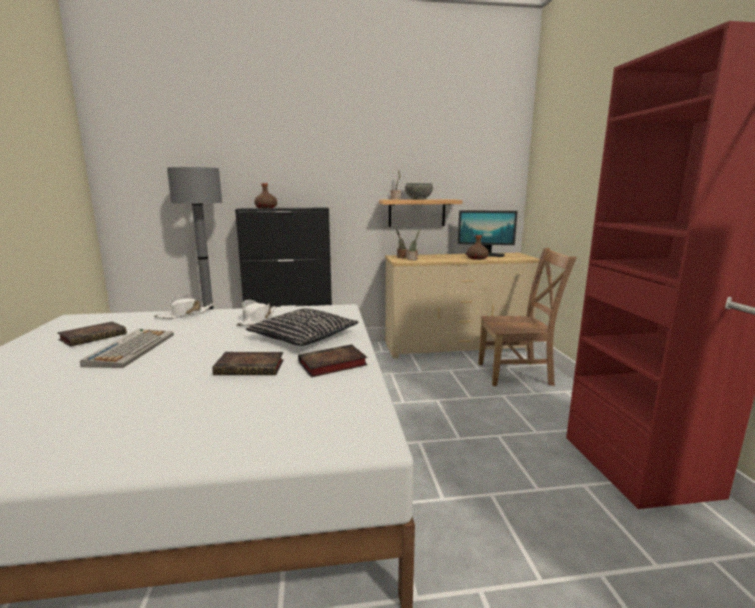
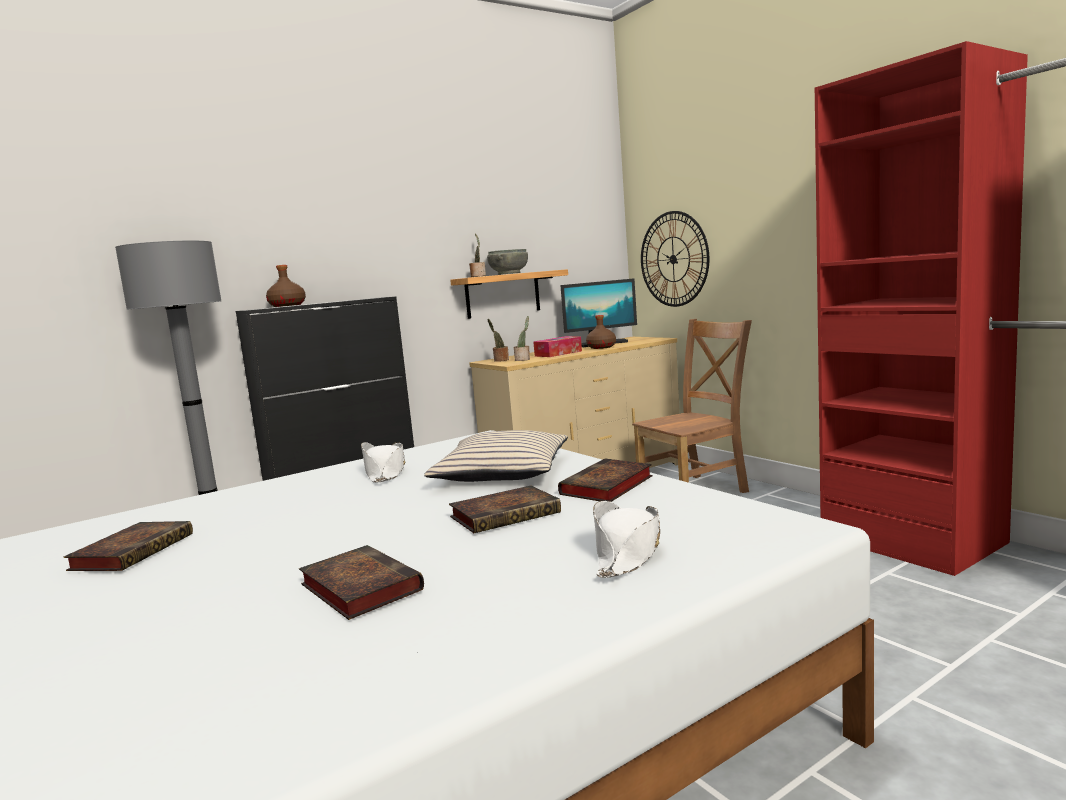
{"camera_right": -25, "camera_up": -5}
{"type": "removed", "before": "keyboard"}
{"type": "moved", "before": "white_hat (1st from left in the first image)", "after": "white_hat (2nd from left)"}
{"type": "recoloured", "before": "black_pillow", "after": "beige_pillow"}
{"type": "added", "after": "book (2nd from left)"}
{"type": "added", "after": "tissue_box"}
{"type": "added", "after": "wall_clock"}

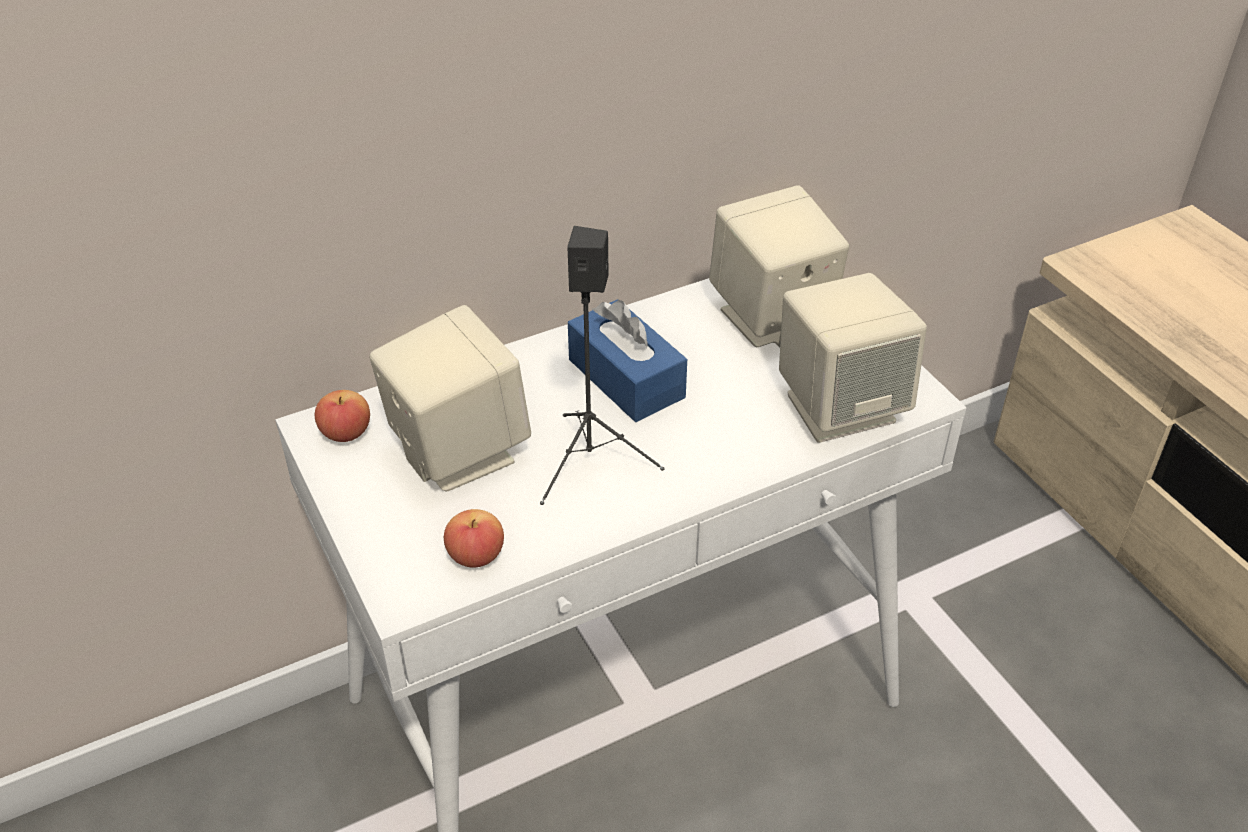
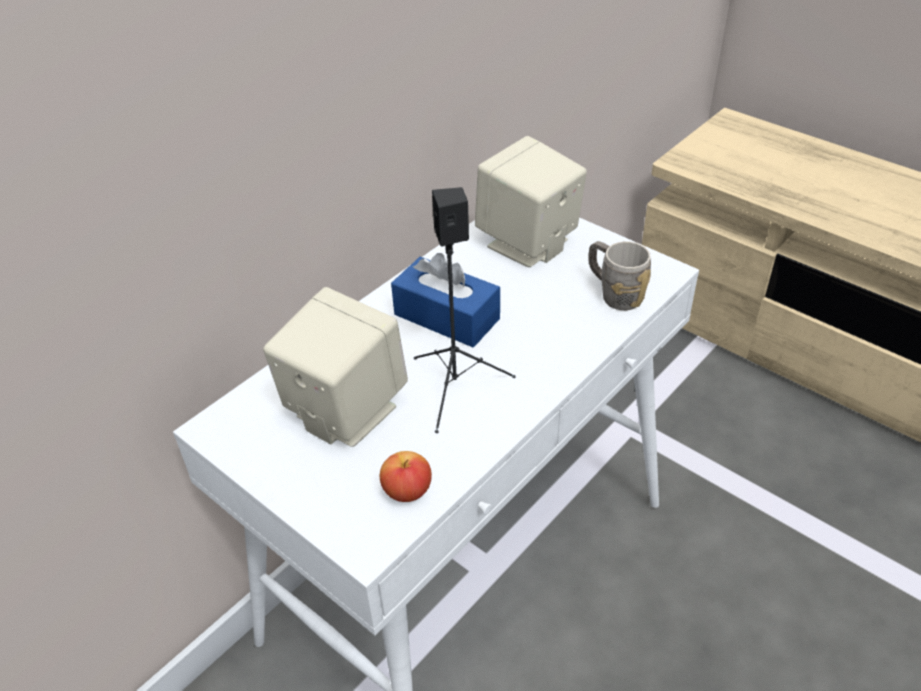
{"camera_right": -20, "camera_up": 0}
{"type": "removed", "before": "apple (1st from left)"}
{"type": "replaced", "before": "beige_speaker (3rd from left)", "after": "grey_mug"}

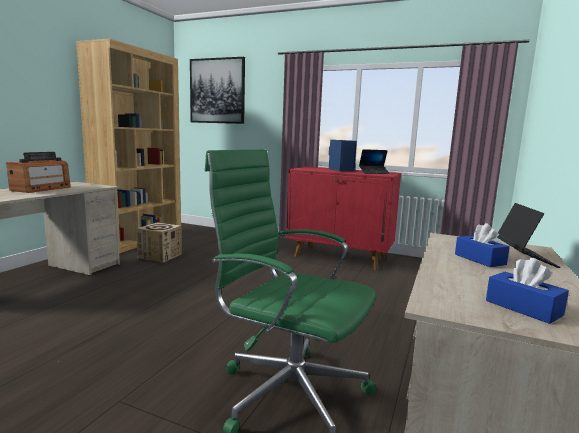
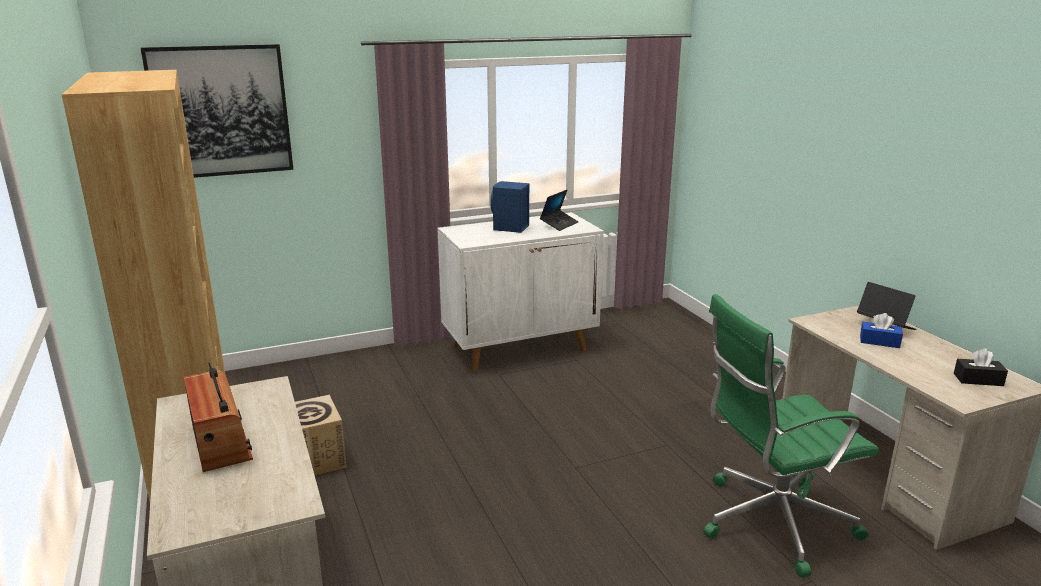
{"camera_right": -45, "camera_up": 10}
{"type": "recoloured", "before": "red_cabinet", "after": "white_cabinet"}
{"type": "recoloured", "before": "blue_tissue_box (2nd from left)", "after": "black_tissue_box"}

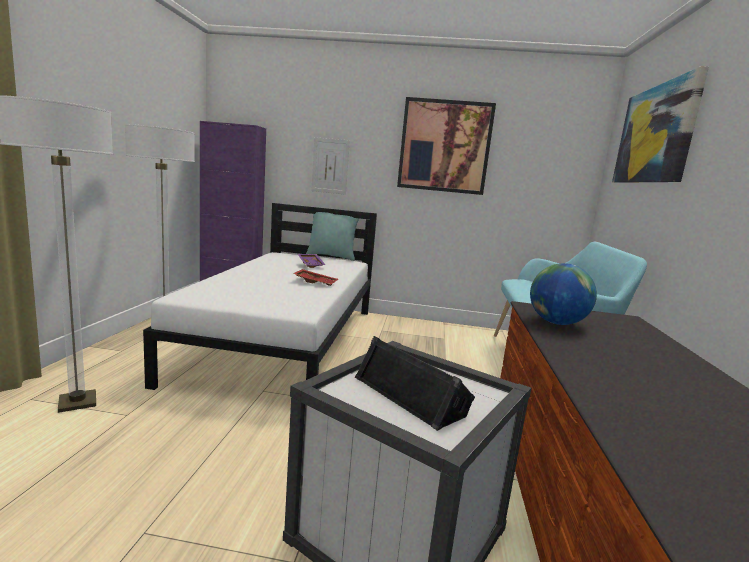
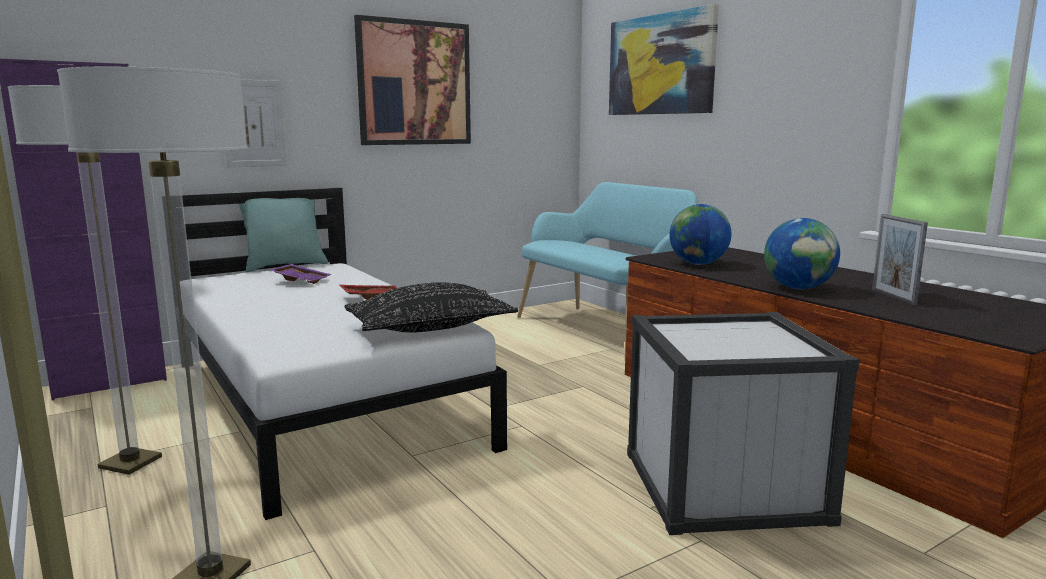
{"camera_right": -40, "camera_up": 0}
{"type": "removed", "before": "black_speaker"}
{"type": "added", "after": "black_pillow"}
{"type": "added", "after": "globe (2nd from left)"}
{"type": "added", "after": "picture_frame"}

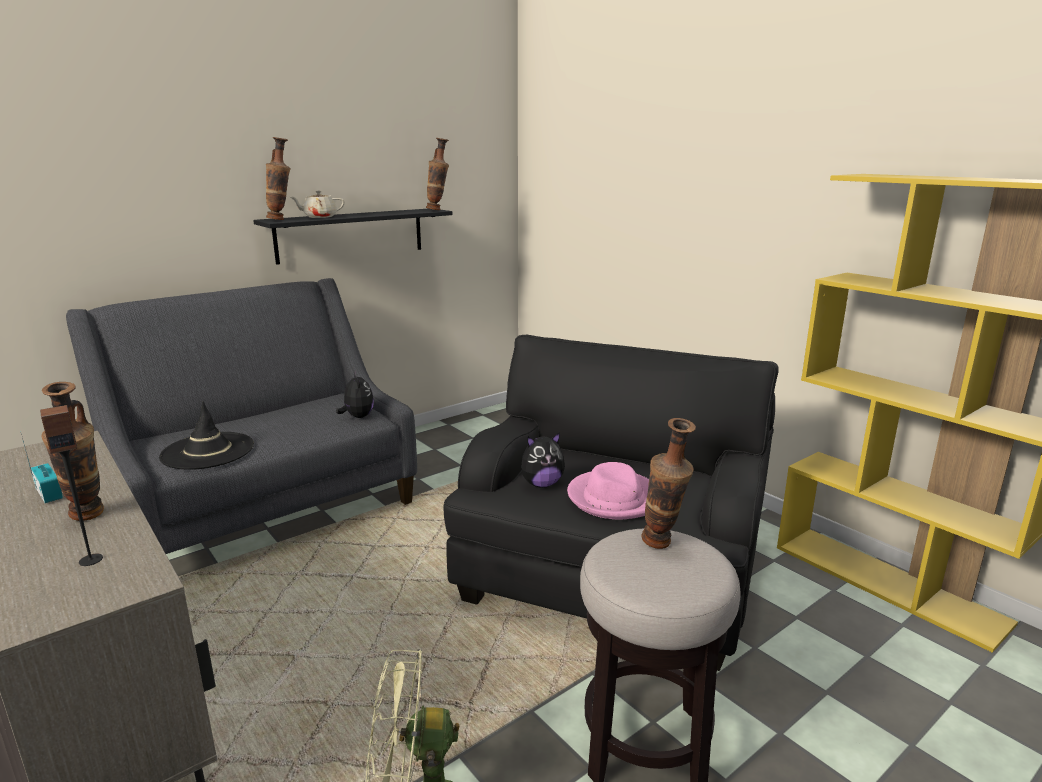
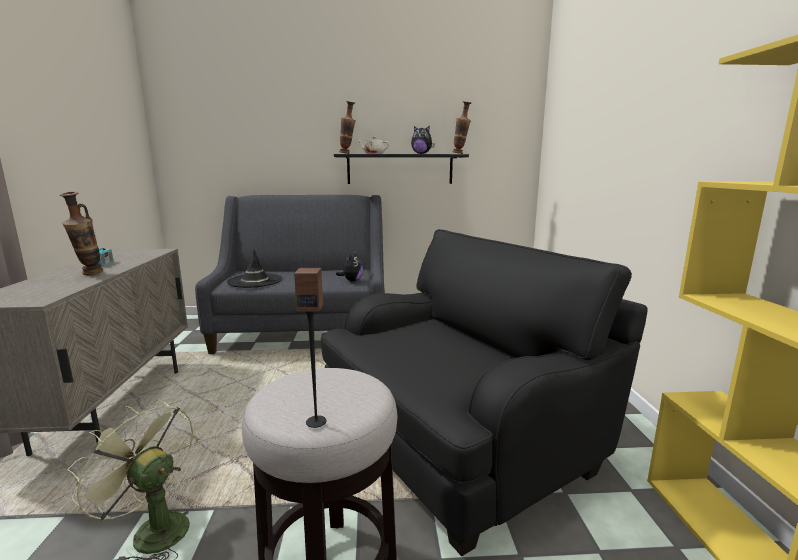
{"camera_right": 35, "camera_up": -5}
{"type": "moved", "before": "speaker"}
{"type": "moved", "before": "plush_toy (2nd from left)"}
{"type": "removed", "before": "pink_hat"}
{"type": "removed", "before": "vase (4th from left)"}

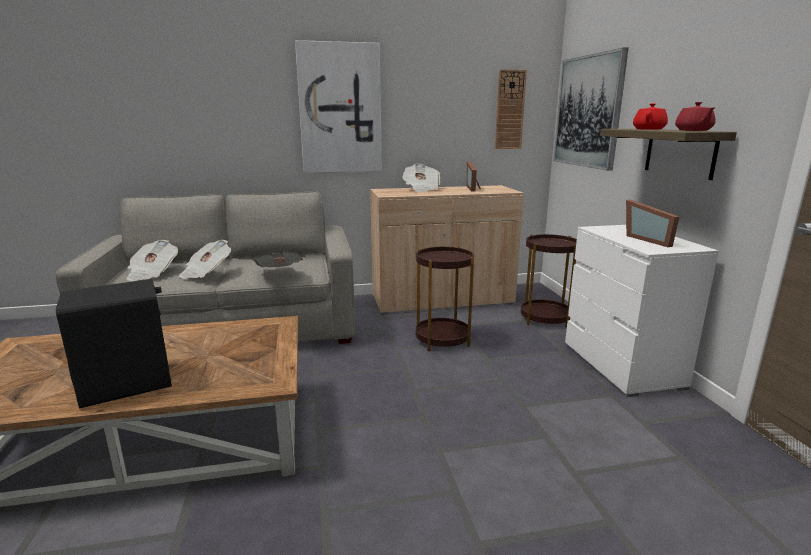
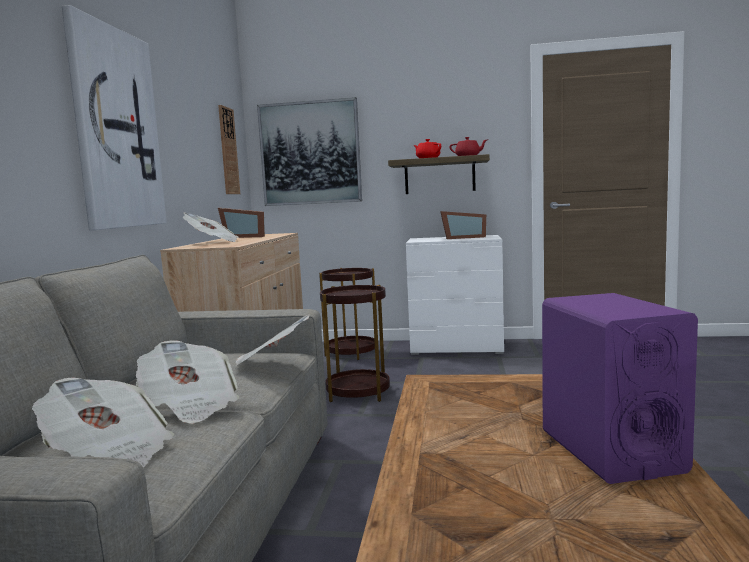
{"camera_right": -70, "camera_up": -10}
{"type": "recoloured", "before": "black_speaker", "after": "purple_speaker"}

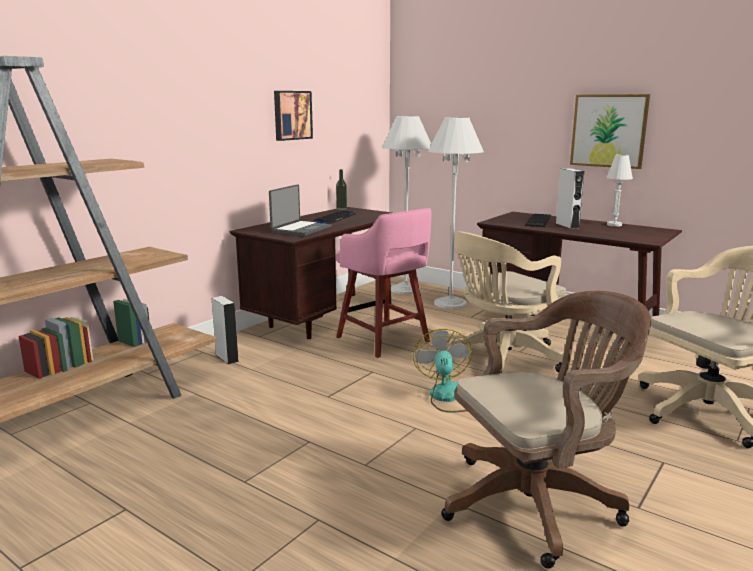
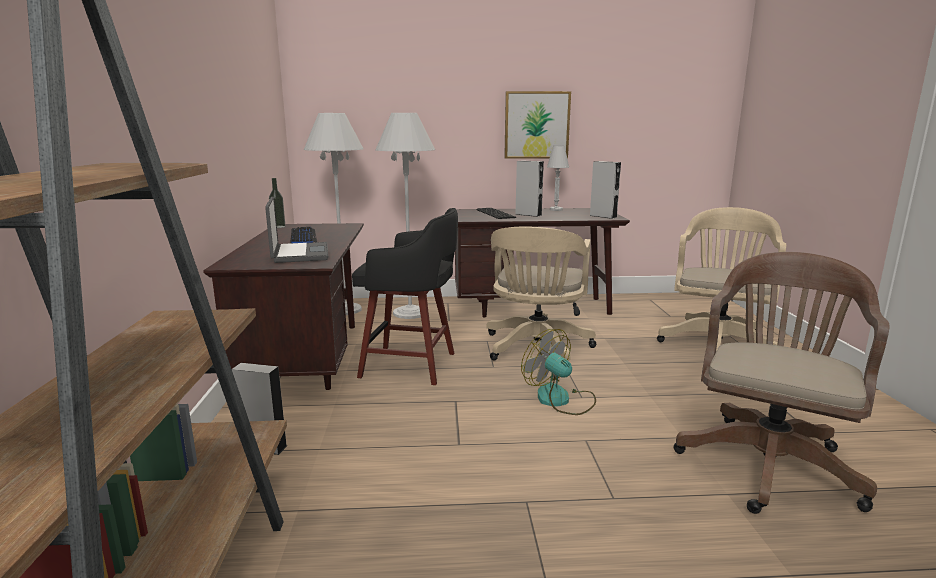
{"camera_right": -40, "camera_up": 0}
{"type": "removed", "before": "picture (1st from left)"}
{"type": "recoloured", "before": "pink_stool", "after": "black_stool"}
{"type": "added", "after": "grey_speaker (3rd from left)"}

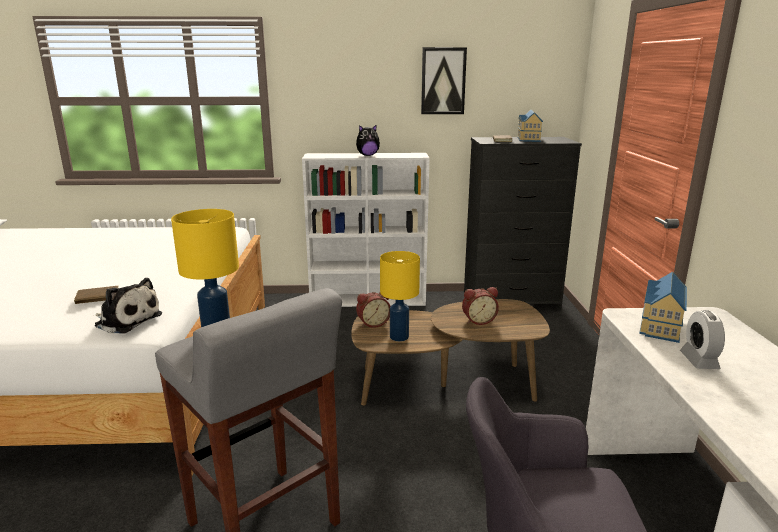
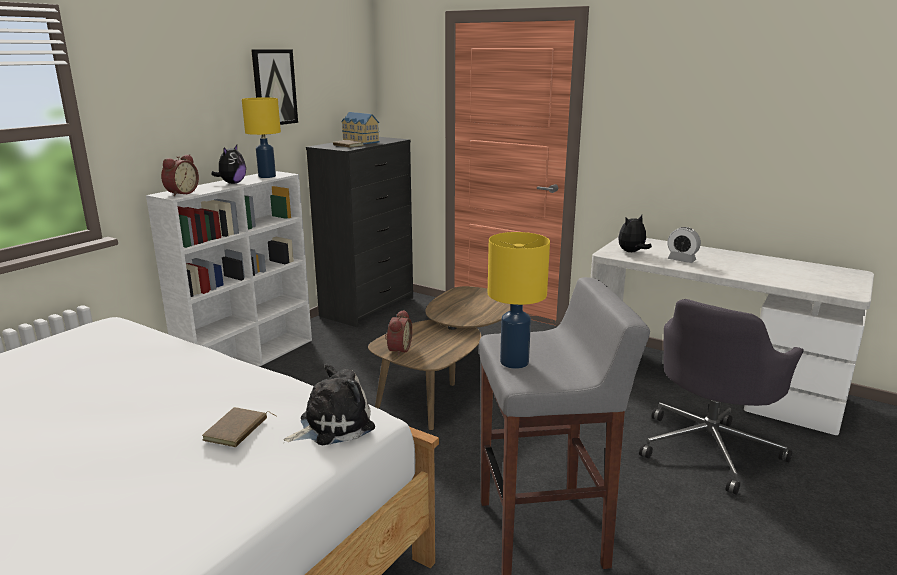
{"camera_right": -55, "camera_up": 0}
{"type": "moved", "before": "yellow_table_lamp (2nd from left in the first image)", "after": "yellow_table_lamp (1st from left)"}
{"type": "moved", "before": "alarm_clock (2nd from left in the first image)", "after": "alarm_clock (1st from left)"}
{"type": "replaced", "before": "toy_house (2nd from left)", "after": "plush_toy (3rd from left)"}

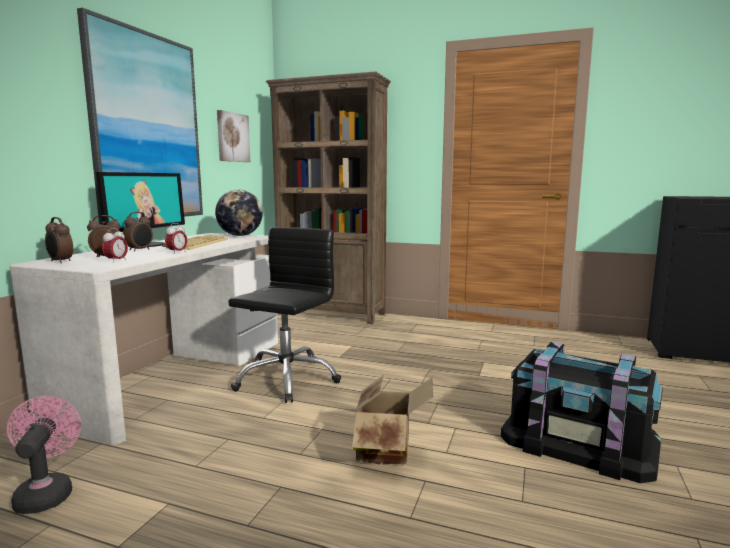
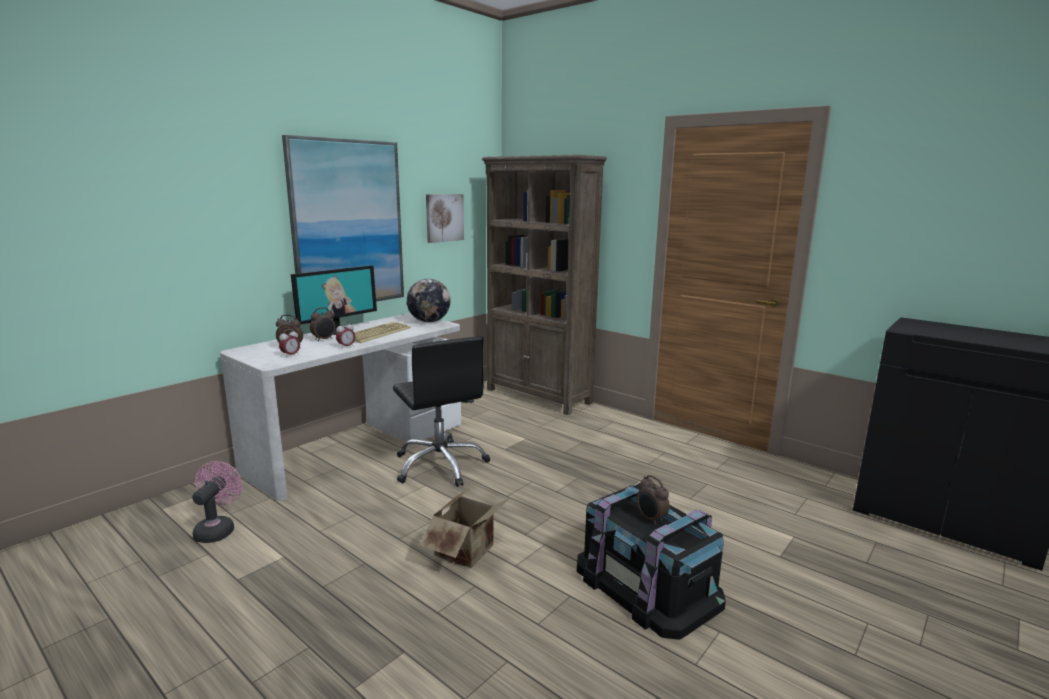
{"camera_right": 20, "camera_up": 5}
{"type": "moved", "before": "alarm_clock (1st from left in the first image)", "after": "alarm_clock (5th from left)"}
{"type": "turned", "before": "black_office_chair", "turn": 105}

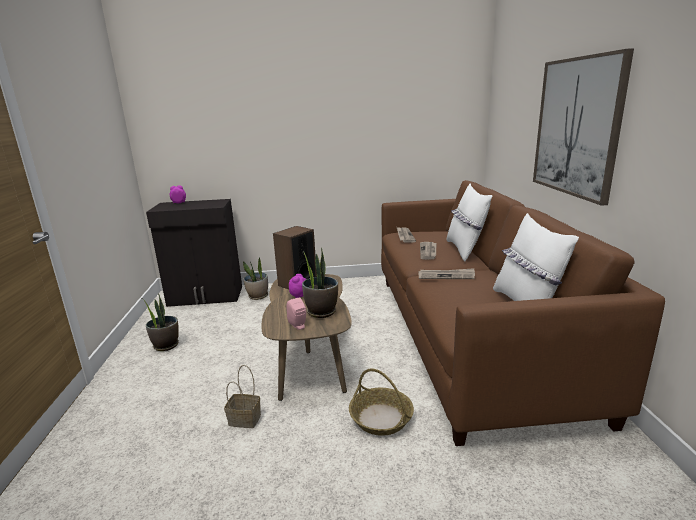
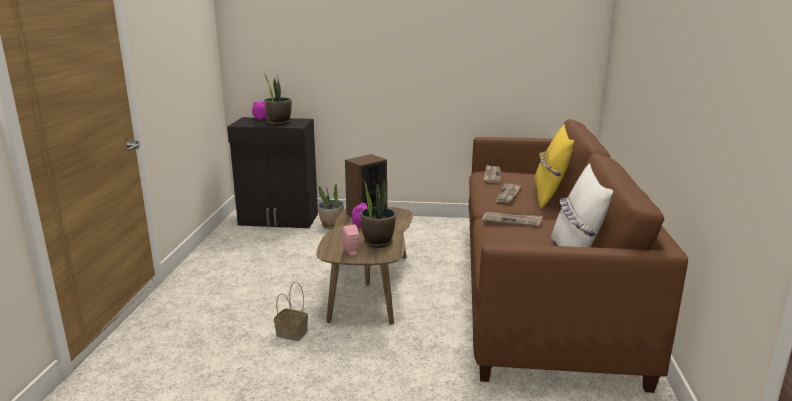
{"camera_right": 10, "camera_up": 0}
{"type": "moved", "before": "potted_plant (1st from left)"}
{"type": "removed", "before": "basket (2nd from left)"}
{"type": "recoloured", "before": "white_pillow (1st from left)", "after": "yellow_pillow"}
{"type": "removed", "before": "picture"}

